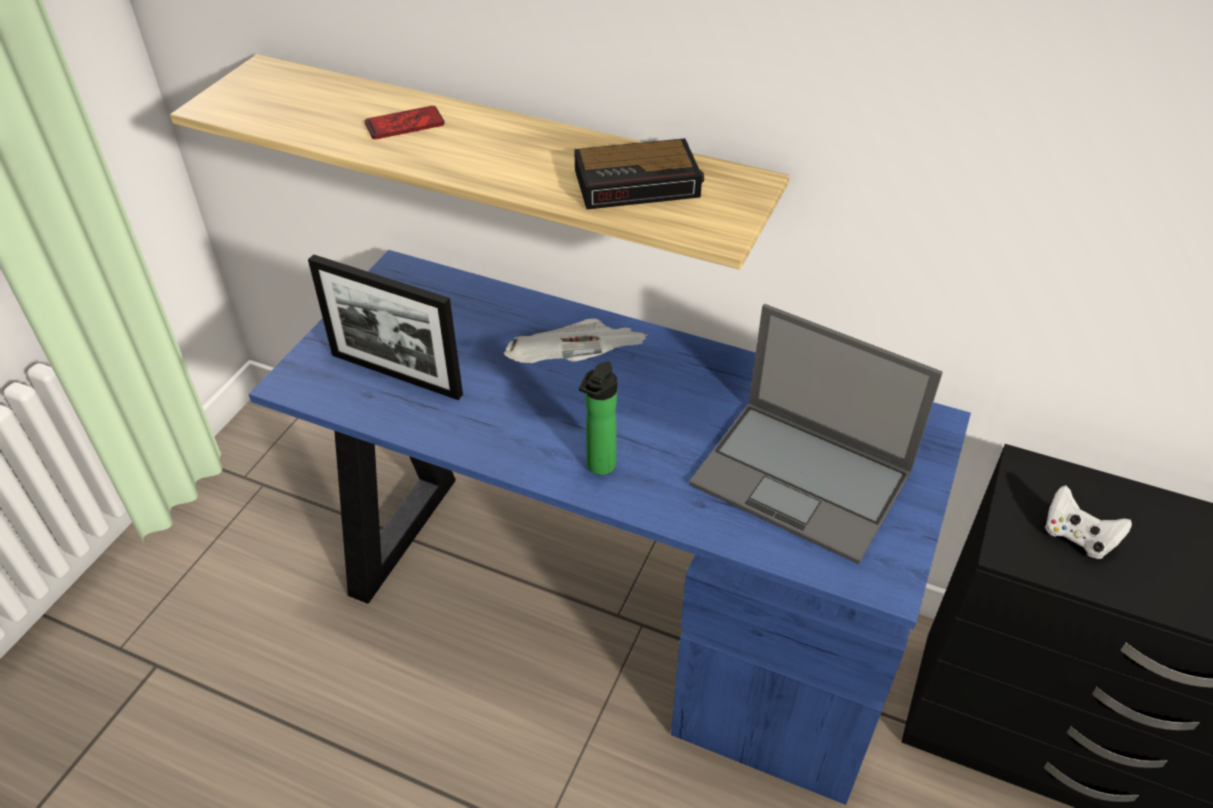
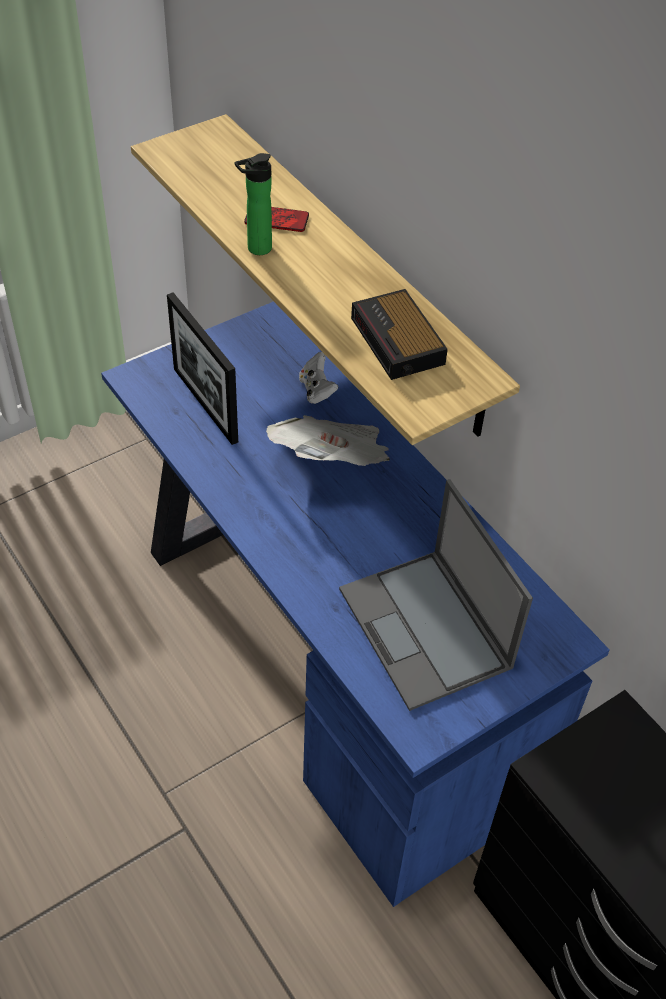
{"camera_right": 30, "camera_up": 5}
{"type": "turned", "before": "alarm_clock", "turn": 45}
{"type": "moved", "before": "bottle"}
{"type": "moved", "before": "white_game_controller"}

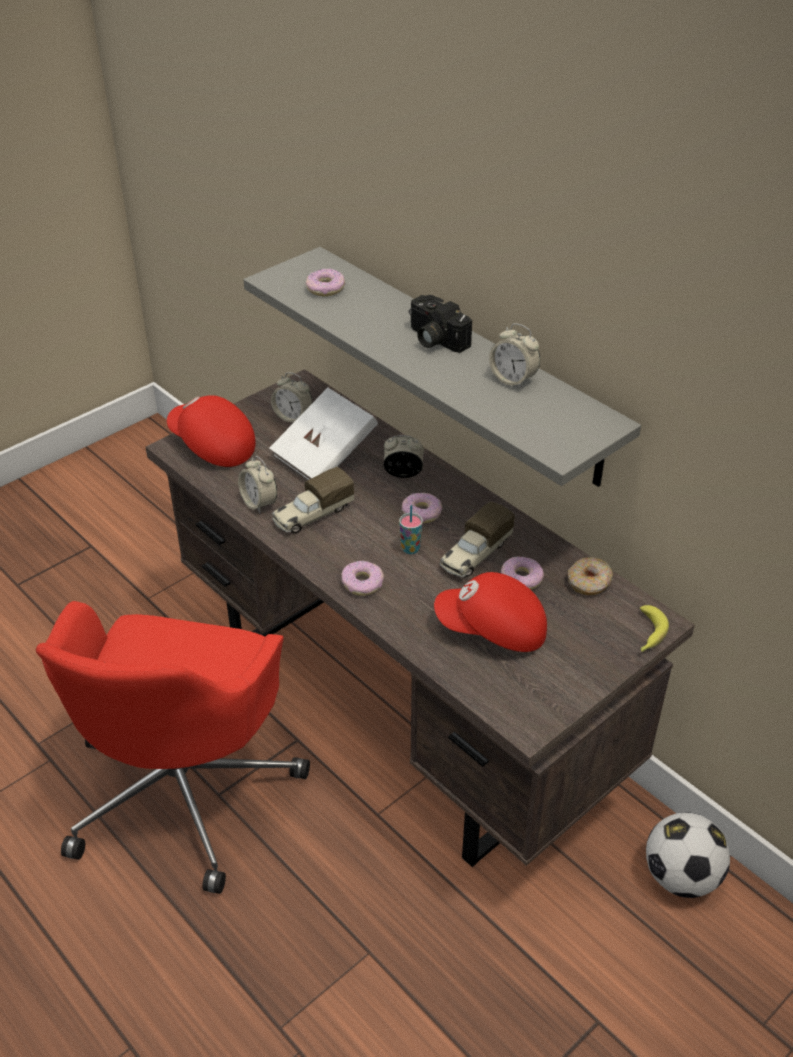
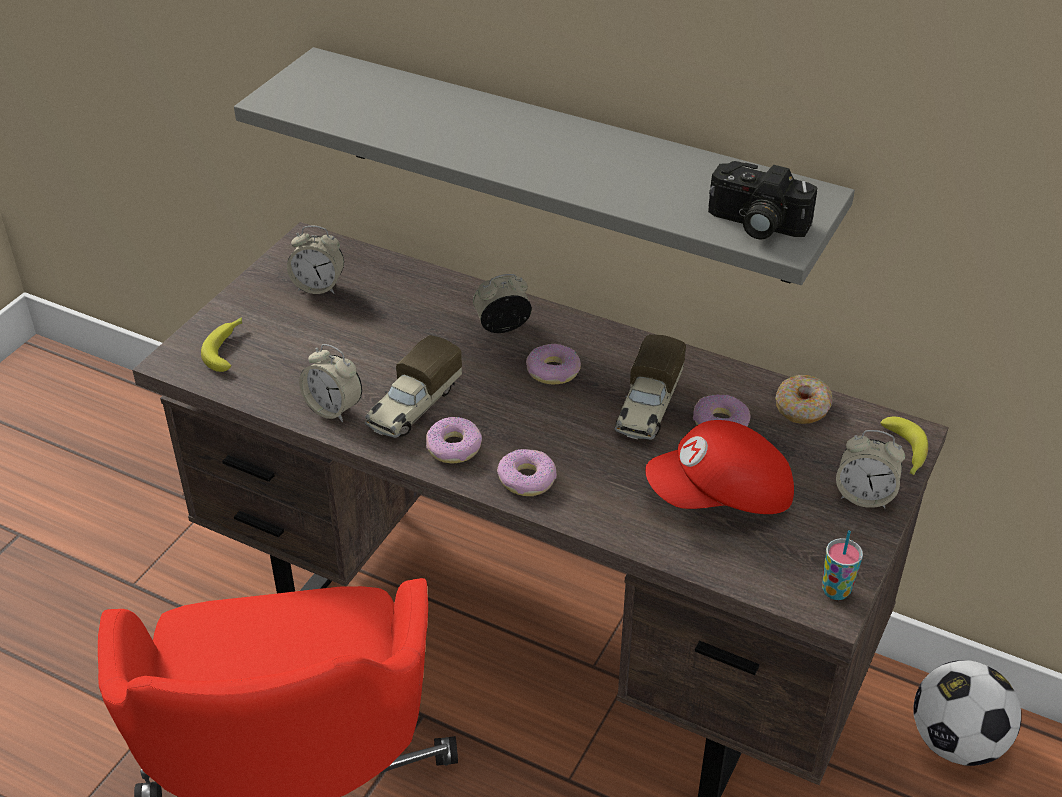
{"camera_right": -20, "camera_up": 0}
{"type": "replaced", "before": "red_cap (1st from left)", "after": "banana (1st from left)"}
{"type": "removed", "before": "white_book"}
{"type": "moved", "before": "donut (1st from left)"}
{"type": "moved", "before": "cup"}
{"type": "moved", "before": "photo_camera"}
{"type": "moved", "before": "alarm_clock (4th from left)"}

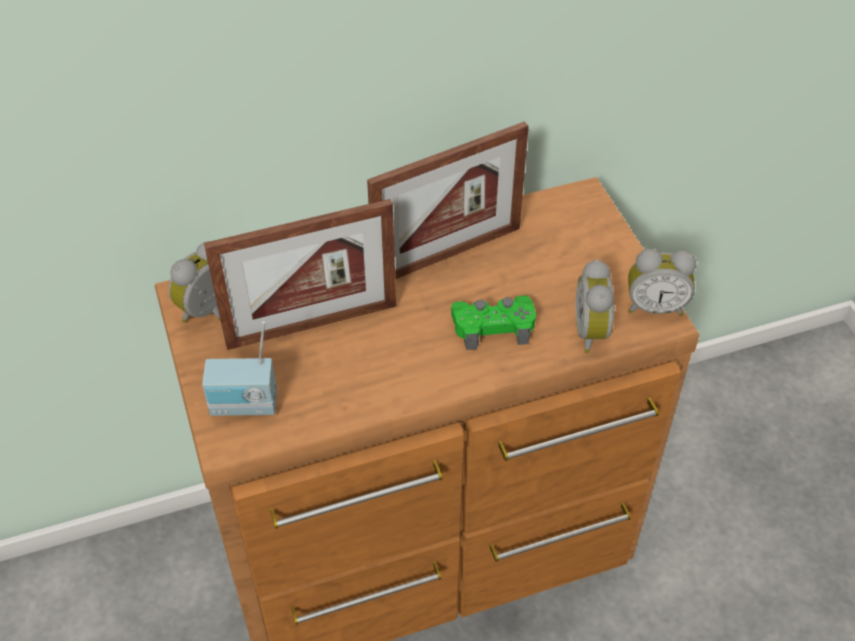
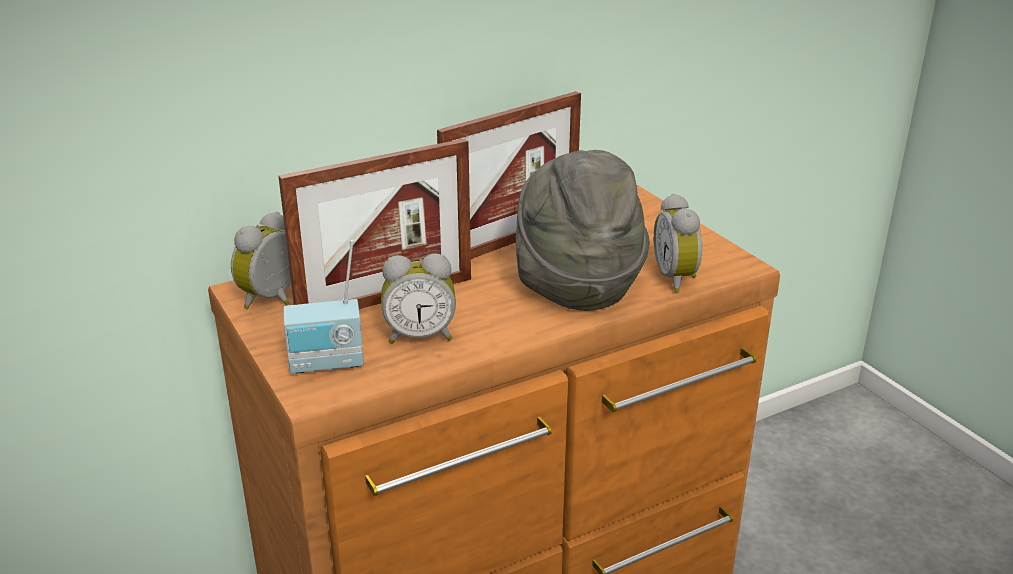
{"camera_right": -10, "camera_up": -20}
{"type": "replaced", "before": "green_game_controller", "after": "grey_hat"}
{"type": "moved", "before": "alarm_clock (3rd from left in the first image)", "after": "alarm_clock (2nd from left)"}

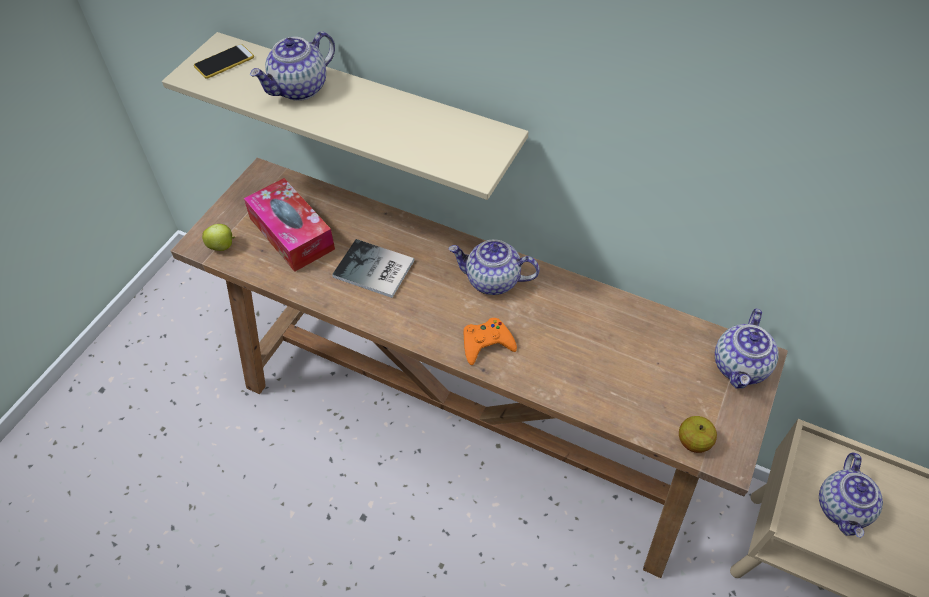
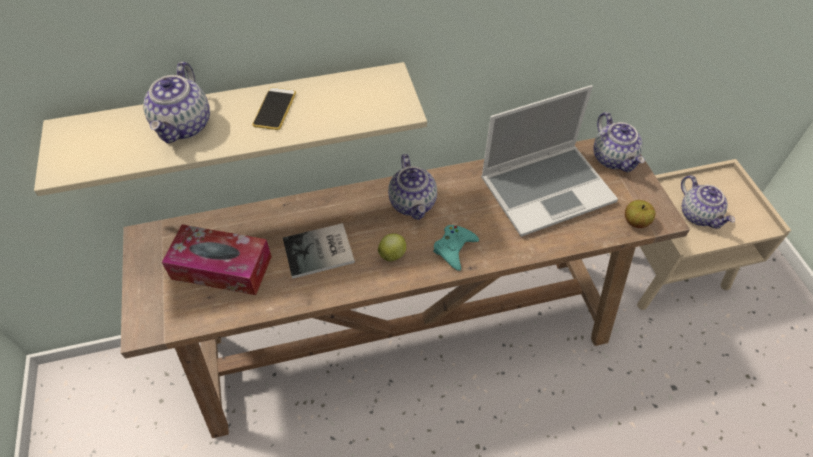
{"camera_right": -40, "camera_up": 0}
{"type": "moved", "before": "phone"}
{"type": "moved", "before": "apple (1st from left)"}
{"type": "turned", "before": "teapot (2nd from left)", "turn": -75}
{"type": "recoloured", "before": "orange_game_controller", "after": "turquoise_game_controller"}
{"type": "added", "after": "laptop"}

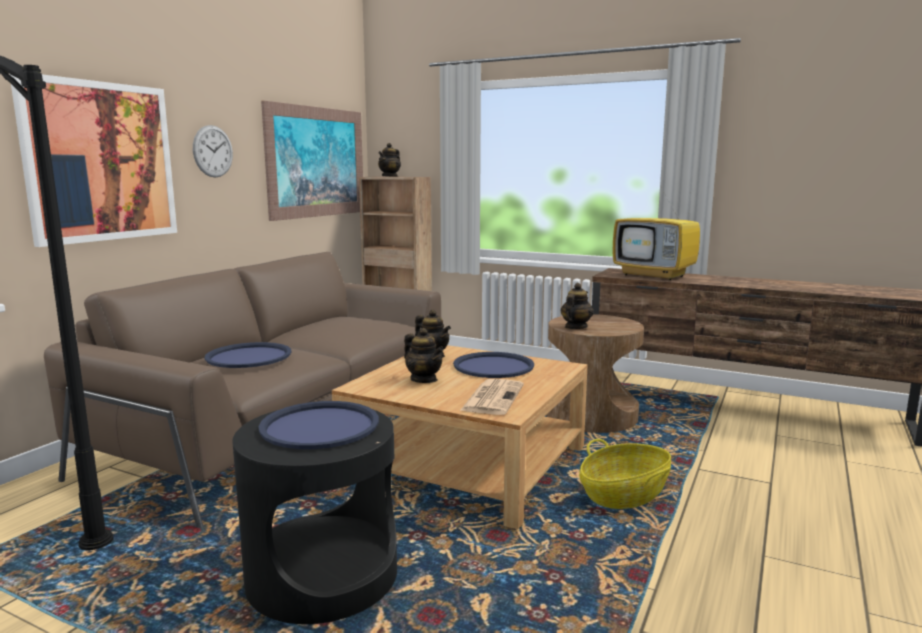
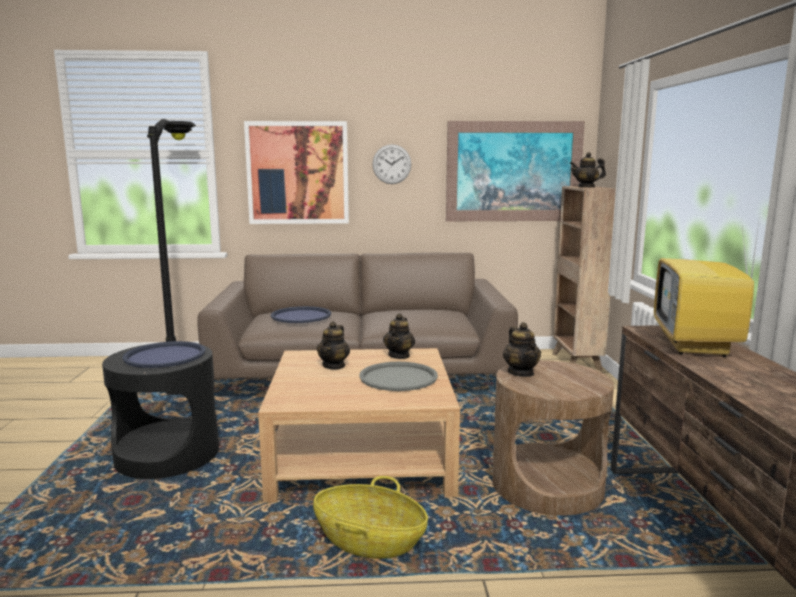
{"camera_right": 60, "camera_up": 0}
{"type": "recoloured", "before": "blue_tray (3rd from left)", "after": "grey_tray"}
{"type": "removed", "before": "newspaper"}
{"type": "turned", "before": "teapot (4th from left in the first image)", "turn": 75}

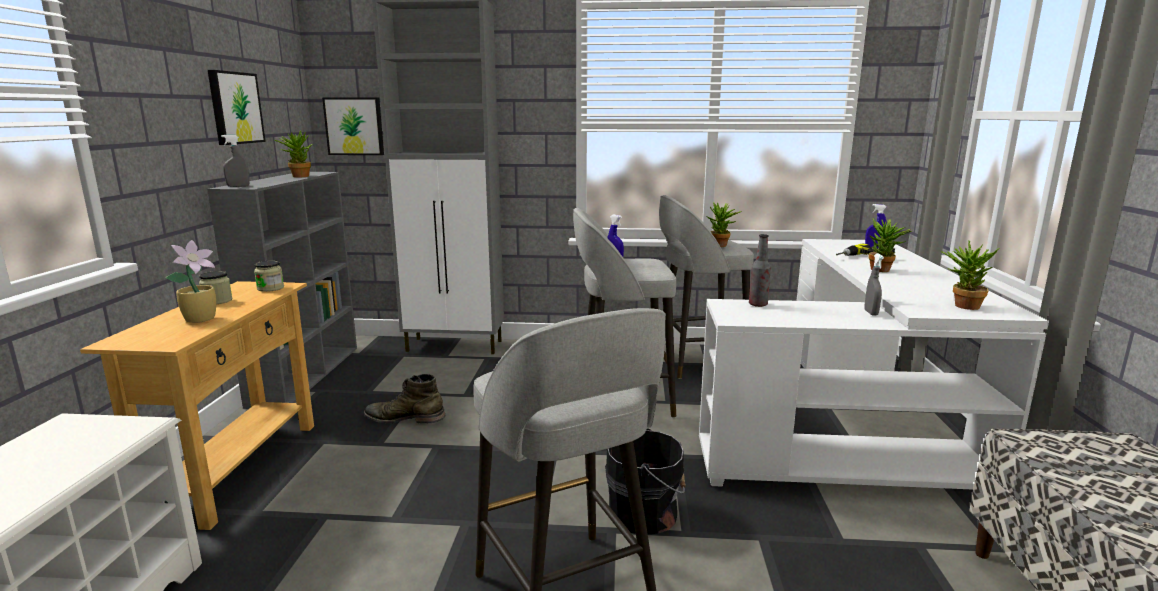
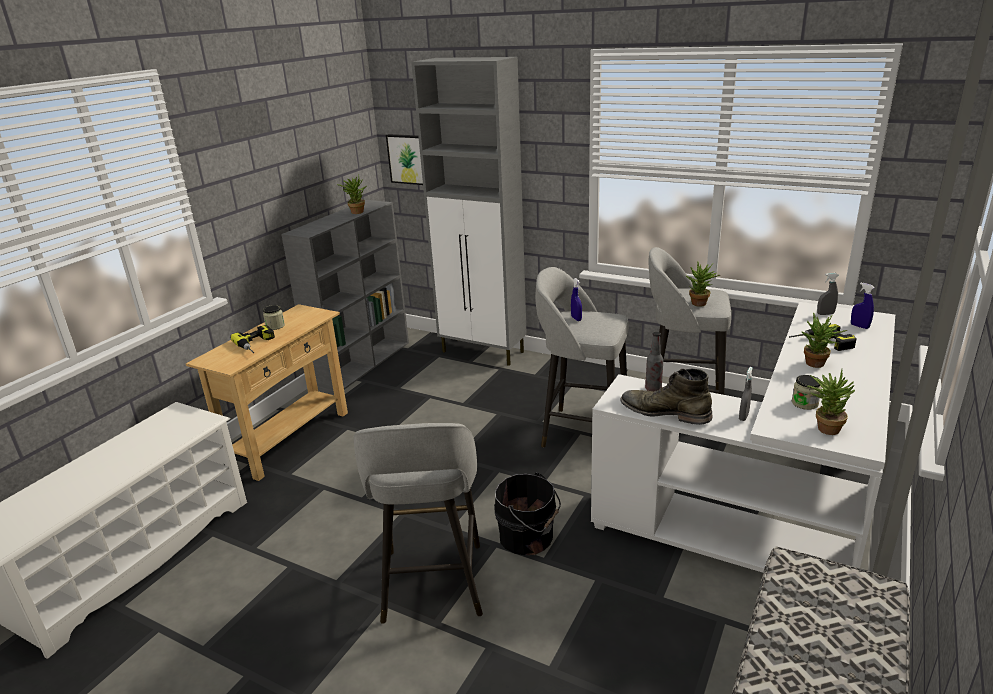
{"camera_right": 25, "camera_up": 10}
{"type": "replaced", "before": "potted_plant (1st from left)", "after": "power_drill (1st from left)"}
{"type": "removed", "before": "picture (1st from left)"}
{"type": "moved", "before": "grey_spray_bottle (1st from left in the first image)", "after": "grey_spray_bottle (2nd from left)"}
{"type": "moved", "before": "jar (2nd from left)"}
{"type": "moved", "before": "green_boot"}

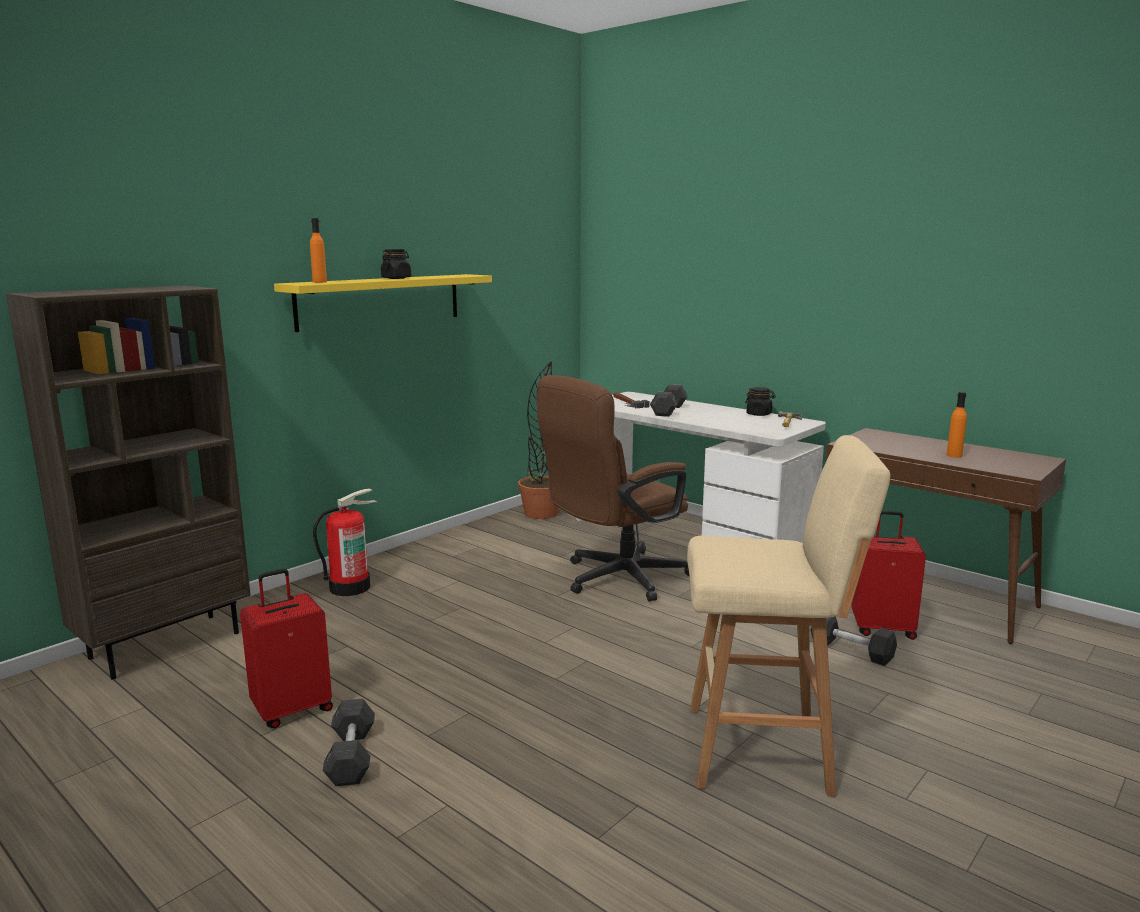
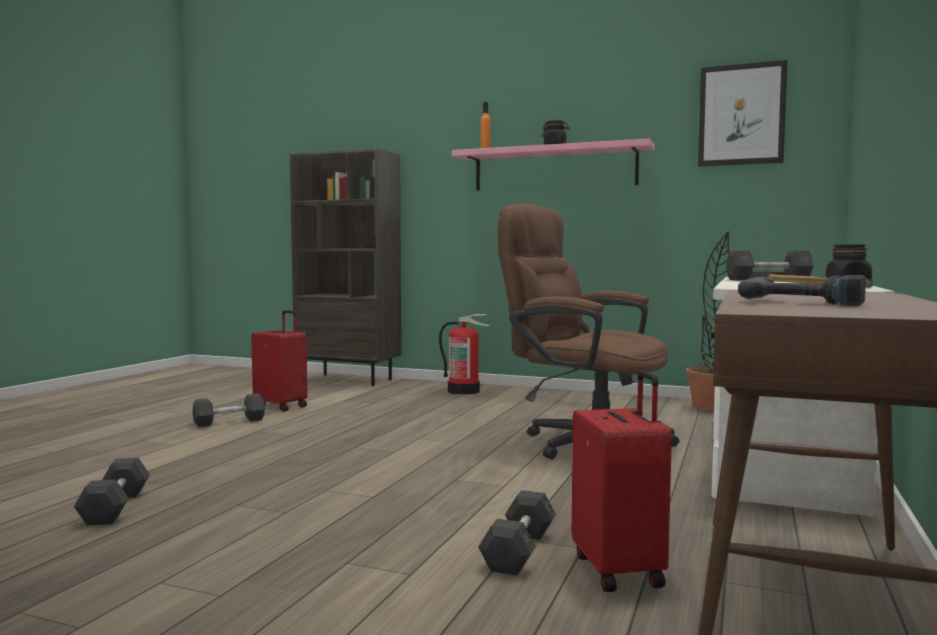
{"camera_right": 70, "camera_up": -10}
{"type": "recoloured", "before": "yellow_shelf", "after": "pink_shelf"}
{"type": "removed", "before": "beige_stool"}
{"type": "replaced", "before": "orange_bottle (2nd from left)", "after": "power_drill"}
{"type": "added", "after": "grey_dumbbell (1st from left)"}
{"type": "added", "after": "picture"}

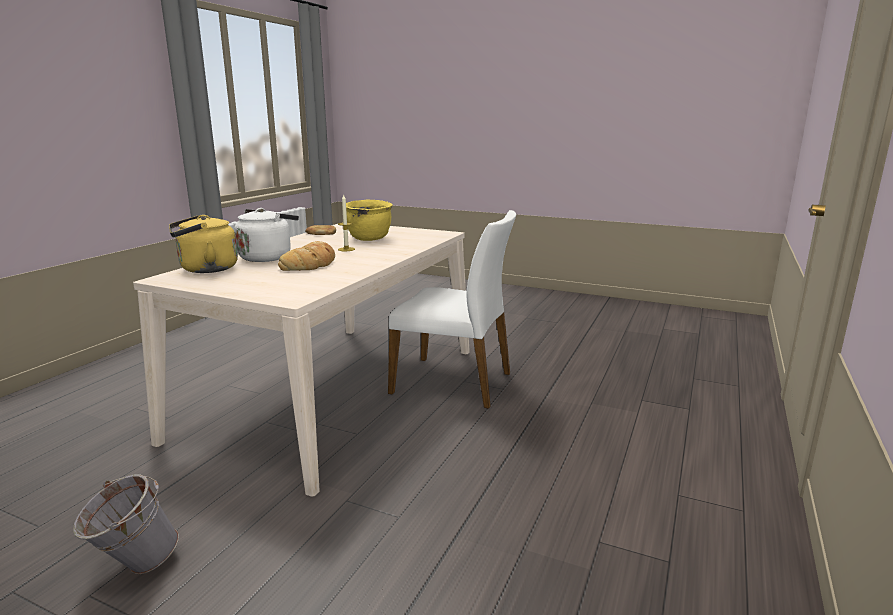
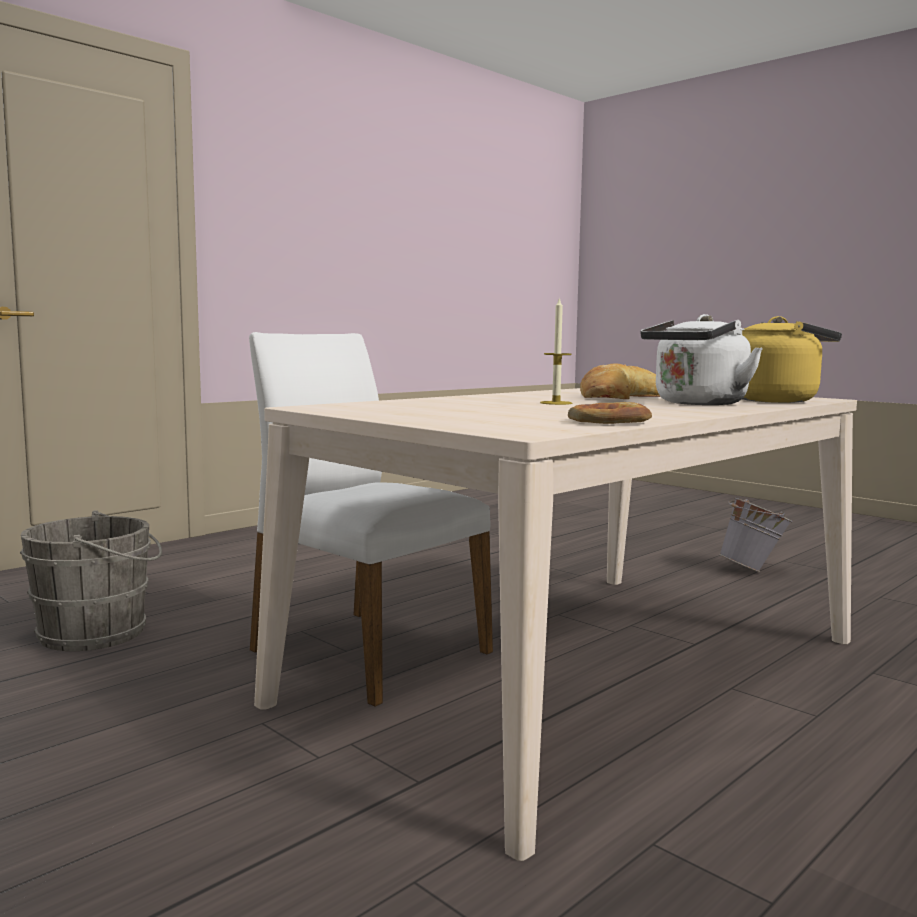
{"camera_right": -160, "camera_up": -10}
{"type": "removed", "before": "yellow_cooking_pot"}
{"type": "added", "after": "grey_bucket (1st from left)"}

